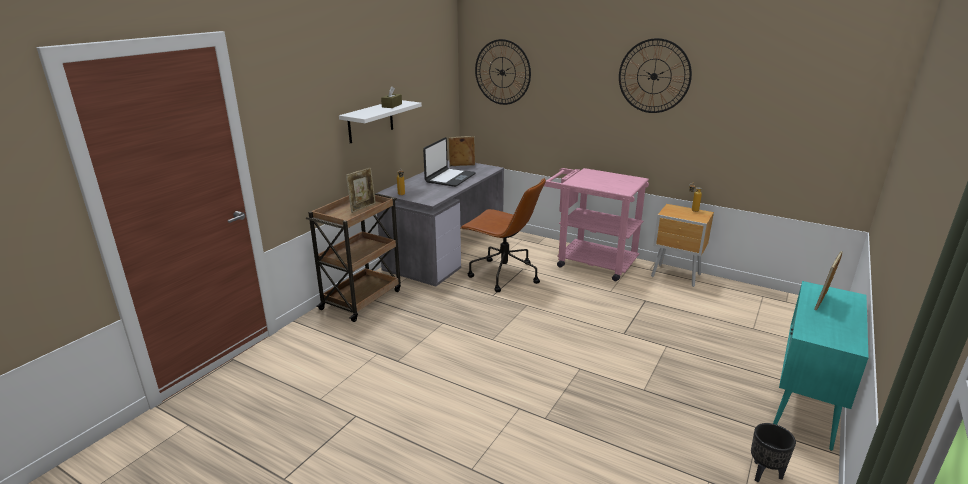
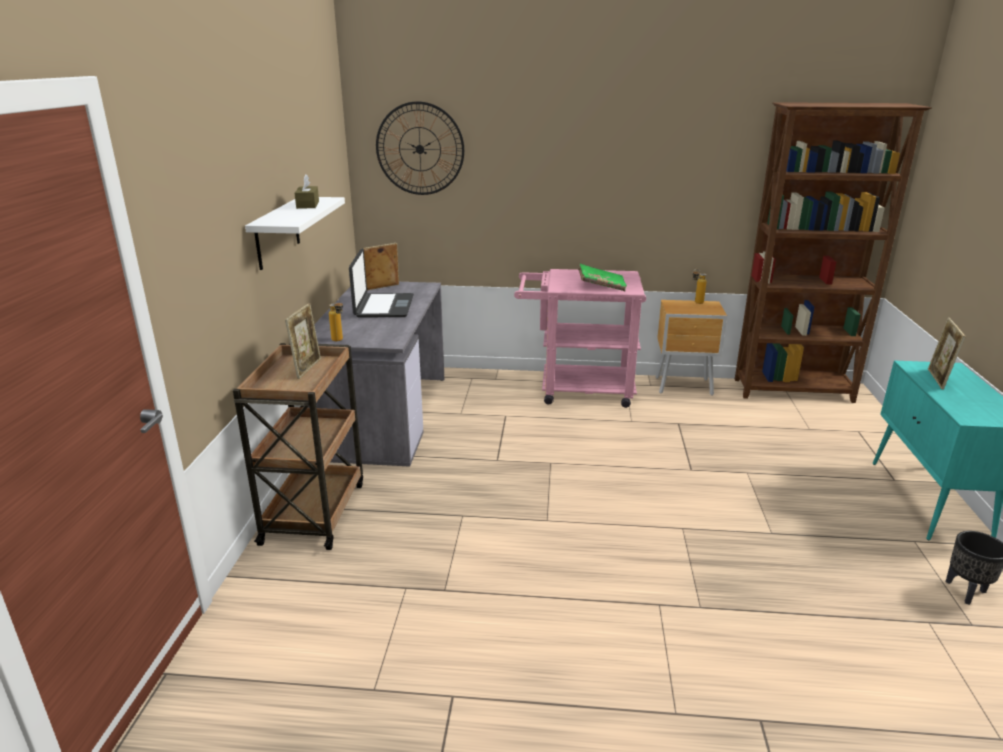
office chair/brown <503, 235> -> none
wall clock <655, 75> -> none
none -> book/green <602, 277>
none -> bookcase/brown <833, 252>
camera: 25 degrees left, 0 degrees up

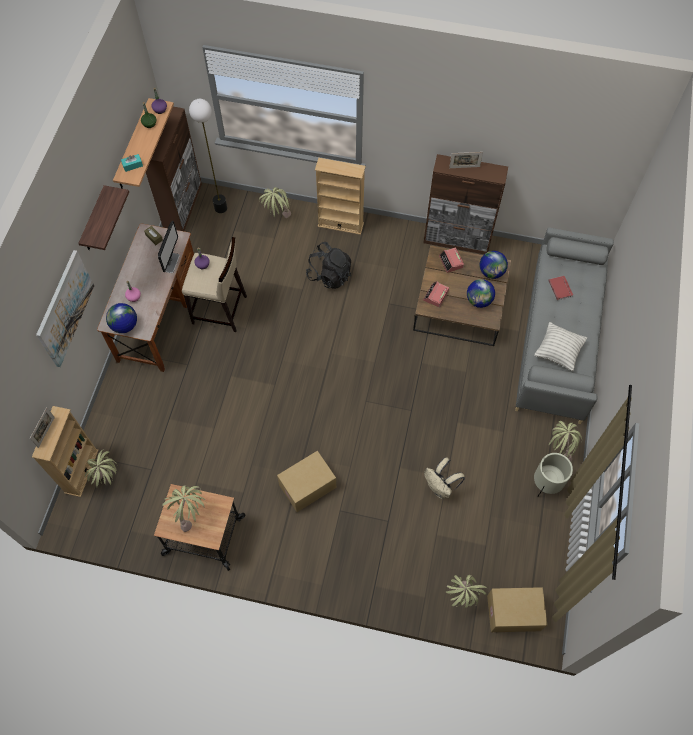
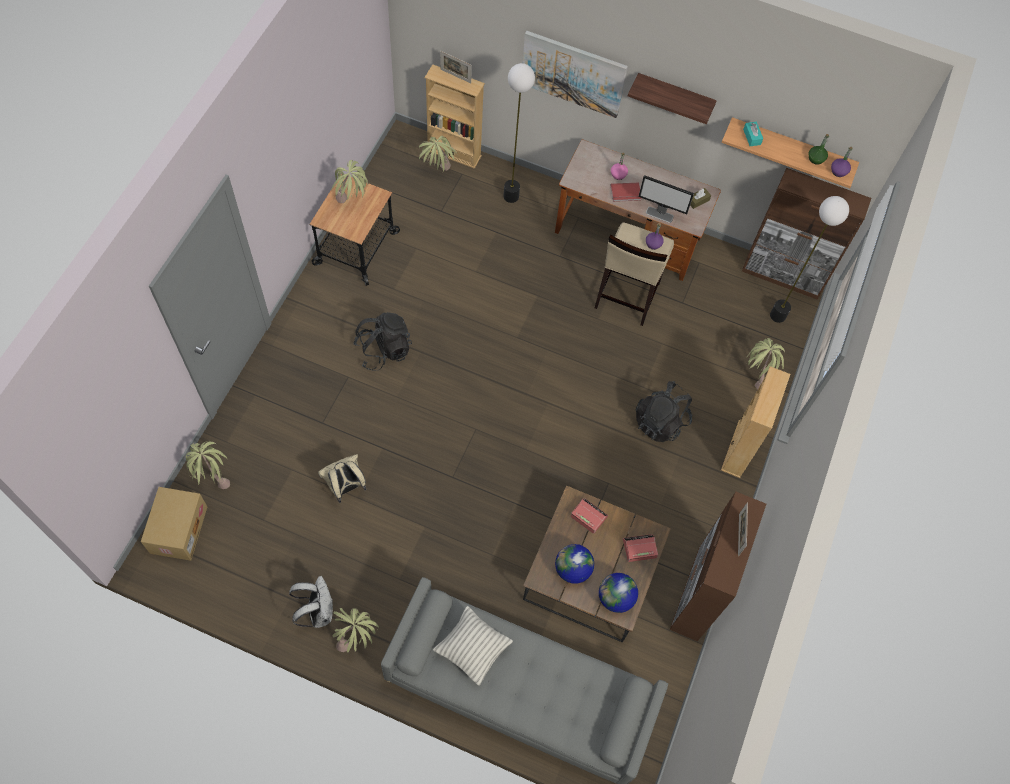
globe <121, 318> -> none
cardboard box <306, 481> -> backpack/black <383, 341>
planter/beige <553, 475> -> backpack/white <311, 602>
book/red <560, 288> -> book/red <626, 192>, moved
none -> floor lamp <519, 133>
camera: 95 degrees right, 0 degrees up

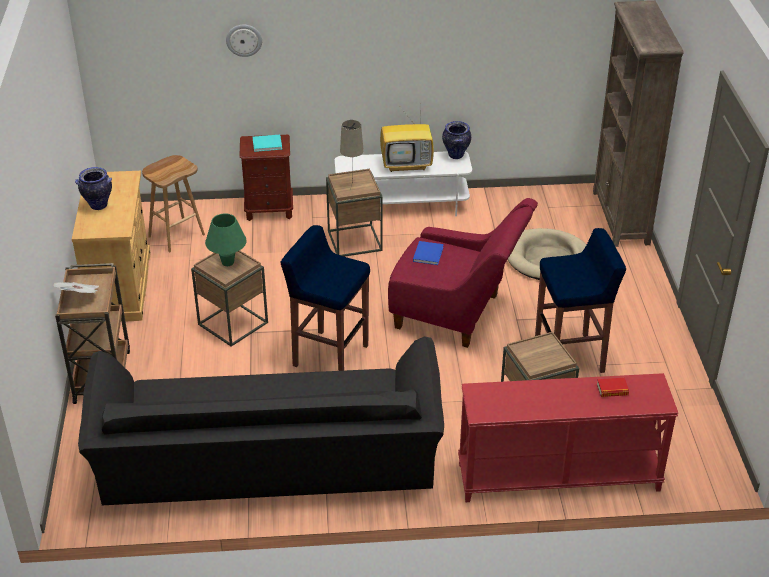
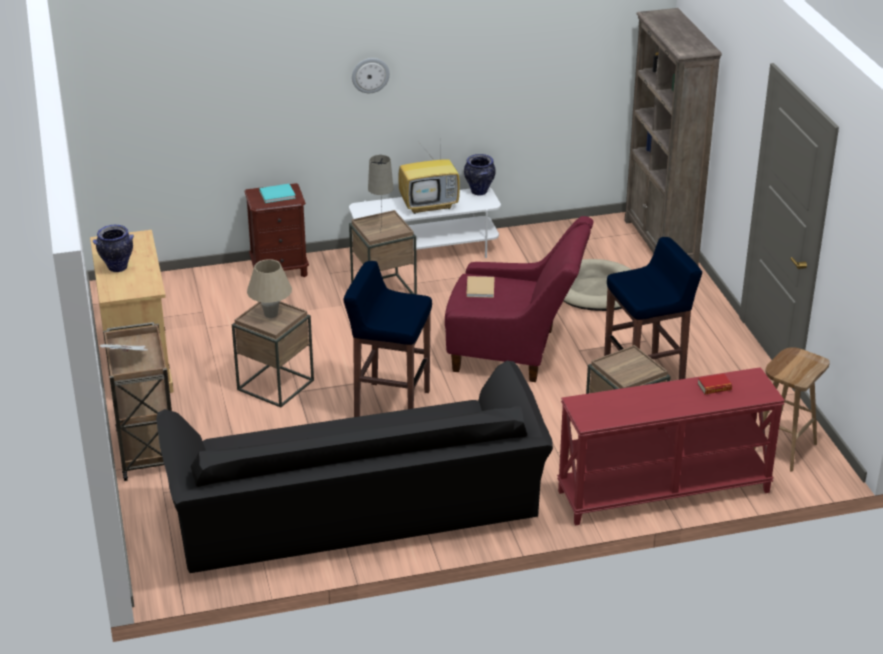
stool/brown <173, 203> -> stool/brown <791, 409>, moved
table lamp/green <226, 239> -> table lamp/beige <269, 288>
wall clock <244, 41> -> wall clock <371, 75>, moved
book/blue <428, 253> -> book/beige <480, 287>
camera: 10 degrees left, 5 degrees down

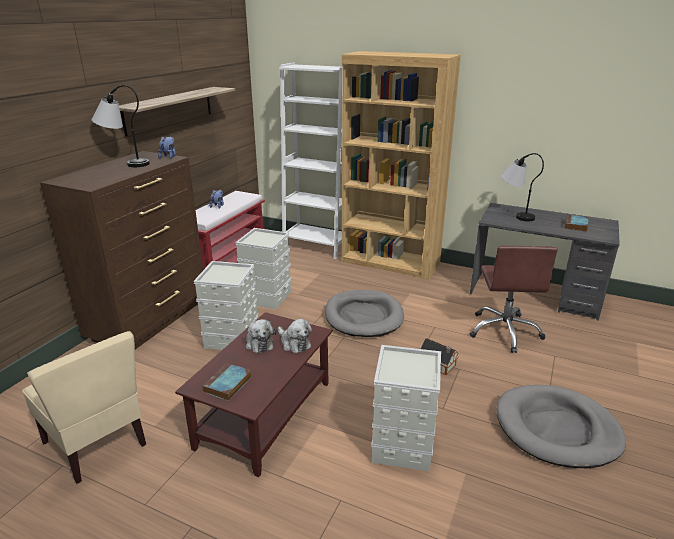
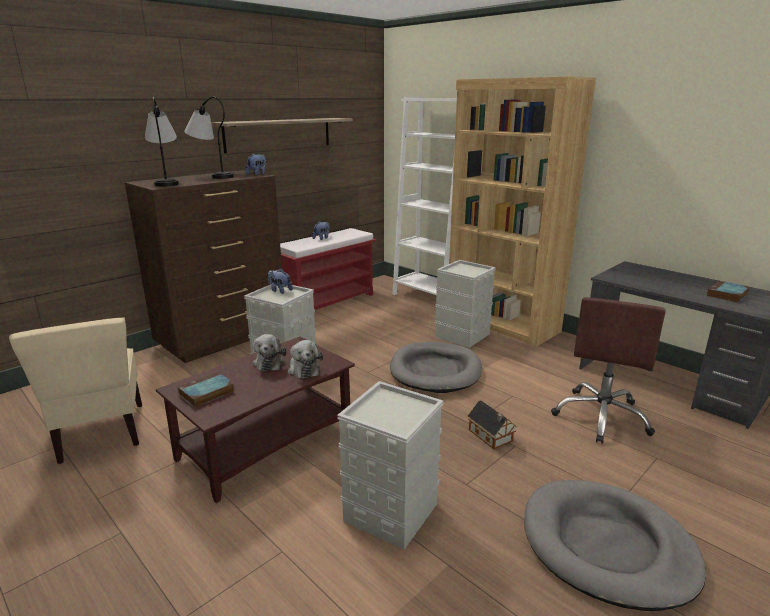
storage box/grey <263, 268> -> storage box/grey <465, 304>, moved
table lamp <522, 187> -> table lamp <162, 142>, moved
none -> plush toy <280, 281>
camera: 20 degrees right, 5 degrees down

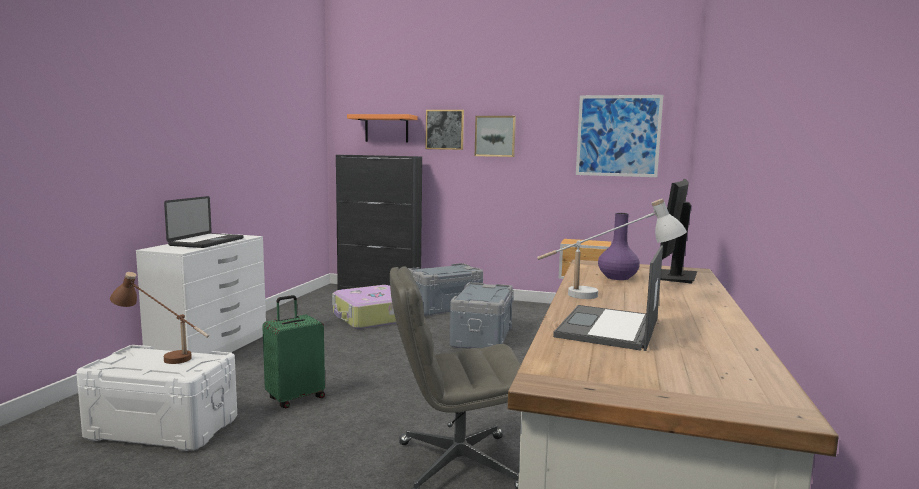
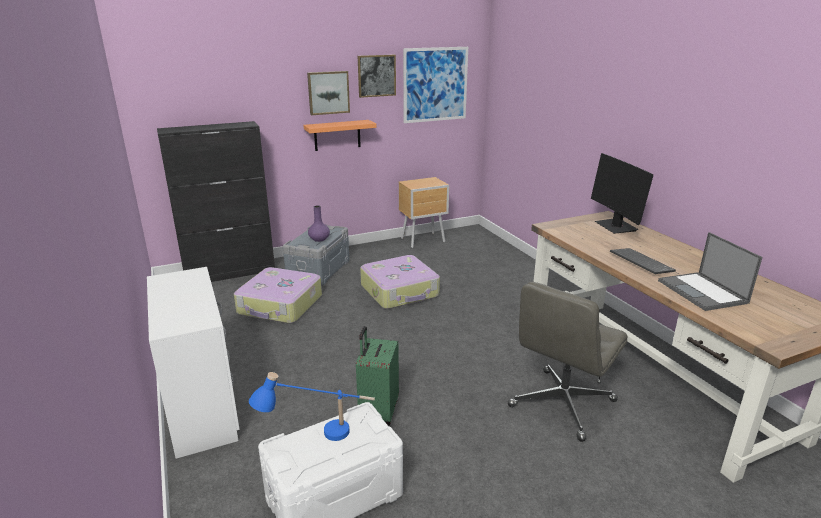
table lamp/brown <159, 318> -> table lamp/blue <312, 406>
laptop <203, 222> -> none
shelf/orange <382, 128> -> shelf/orange <339, 135>, moved
picture <445, 130> -> picture <377, 76>, moved
storage box/grey <481, 315> -> suitcase <400, 282>
table lamp/white <612, 249> -> keyboard <643, 261>
vase/purple <619, 246> -> vase/purple <319, 223>, moved
camera: 40 degrees left, 15 degrees up

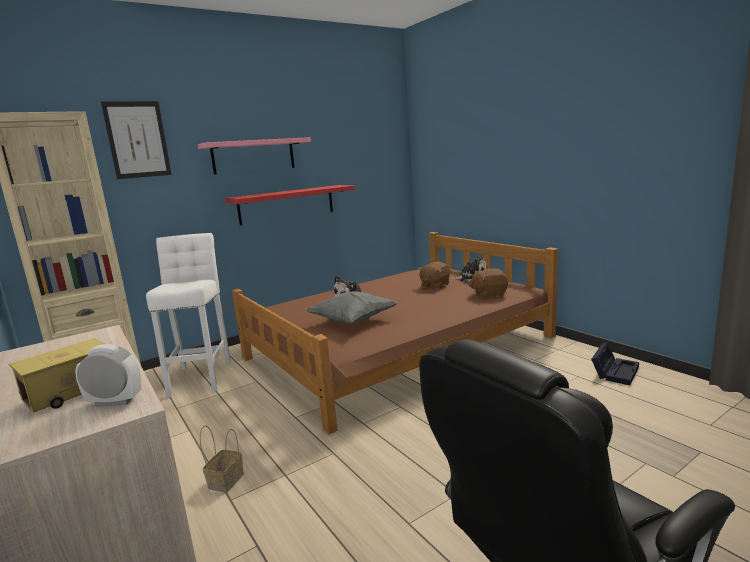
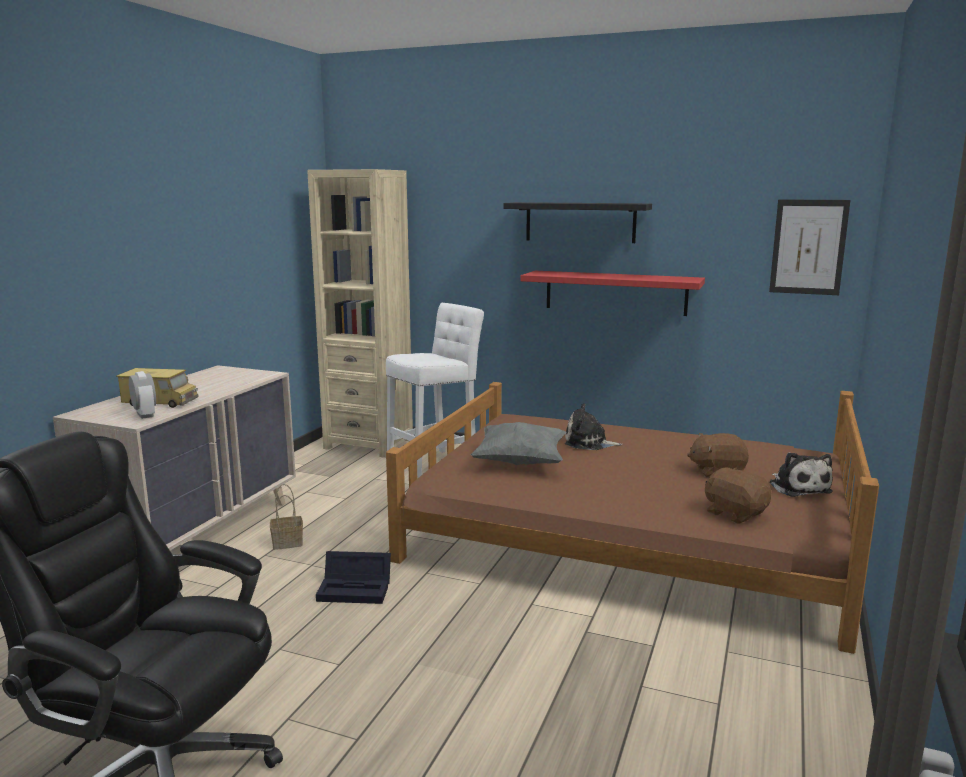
picture <136, 140> -> picture <809, 247>, moved
shelf/pink <254, 156> -> shelf/black <577, 222>
storage box/black <615, 363> -> storage box/black <353, 577>, moved
camera: 55 degrees right, 0 degrees up

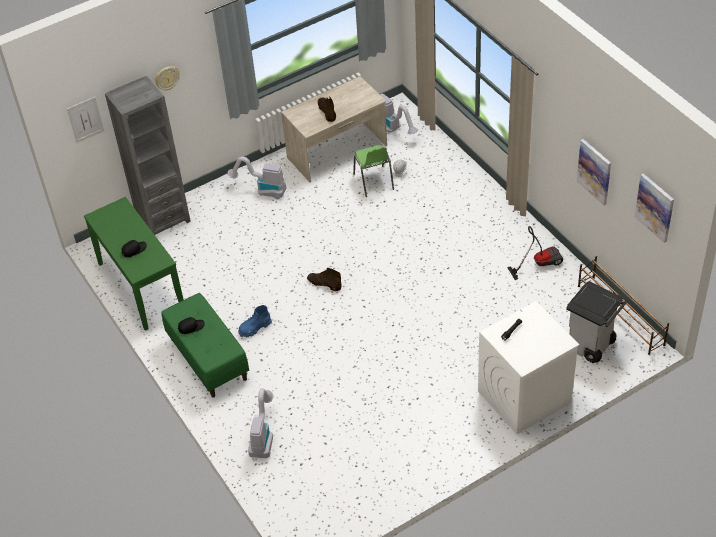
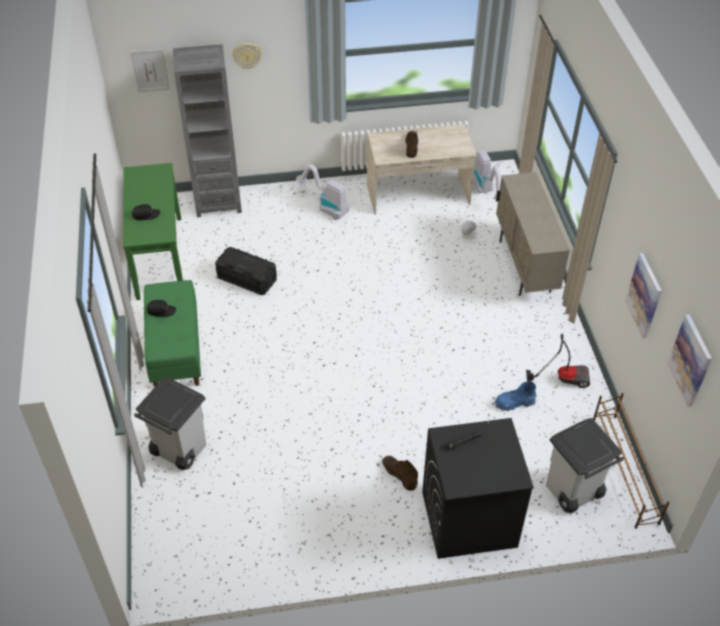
boot/blue <255, 321> -> boot/blue <515, 396>, moved
vacuum cleaner <260, 423> -> trash can/grey <170, 423>
boot/brown <324, 279> -> boot/brown <400, 473>, moved
chair/green <373, 171> -> none
washing machine/white <529, 367> -> washing machine/black <478, 488>
none -> storage box/black <246, 271>
none -> cabinet/beige <533, 234>
camera: 20 degrees right, 0 degrees up

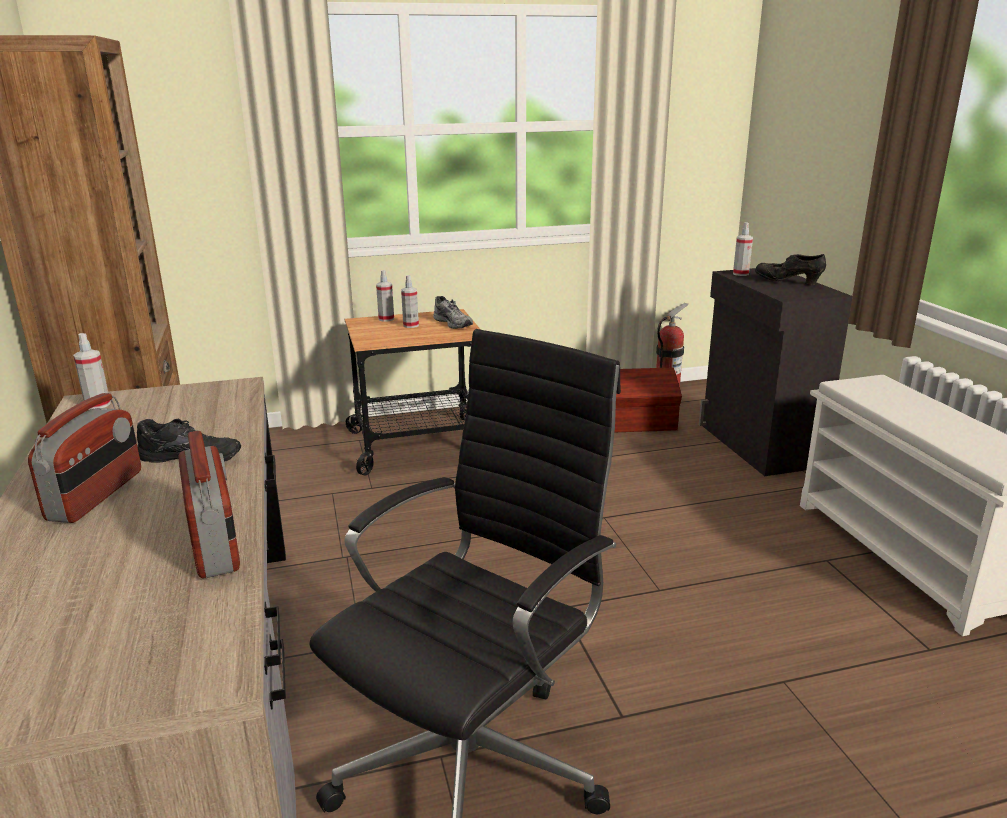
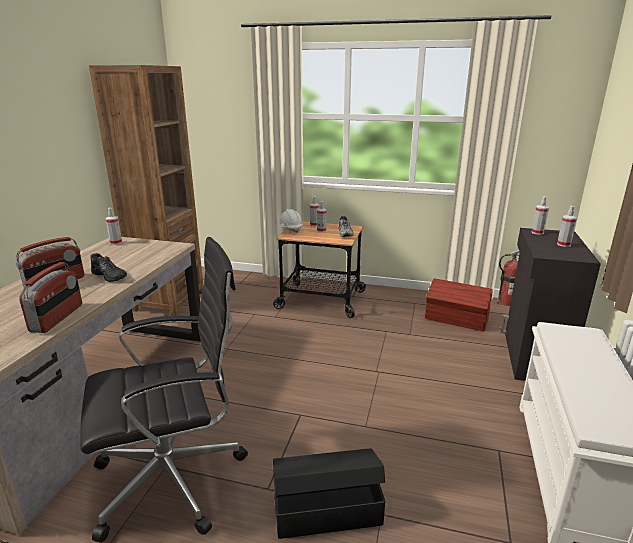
shoe/black <790, 269> -> spray bottle <567, 226>
none -> storage box/black <329, 493>
none -> hard hat/white <290, 221>
camera: 30 degrees right, 0 degrees up

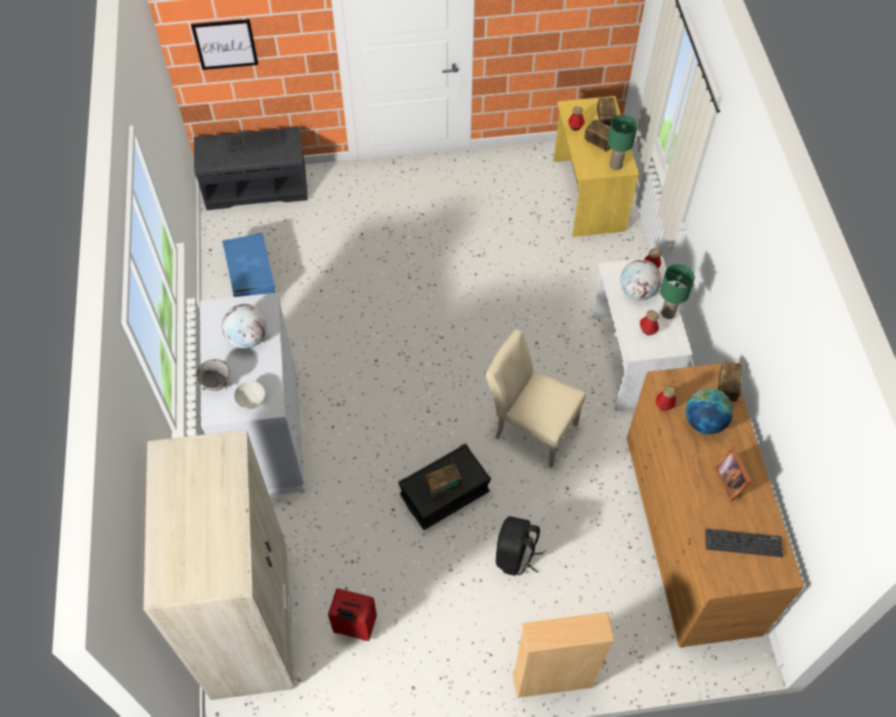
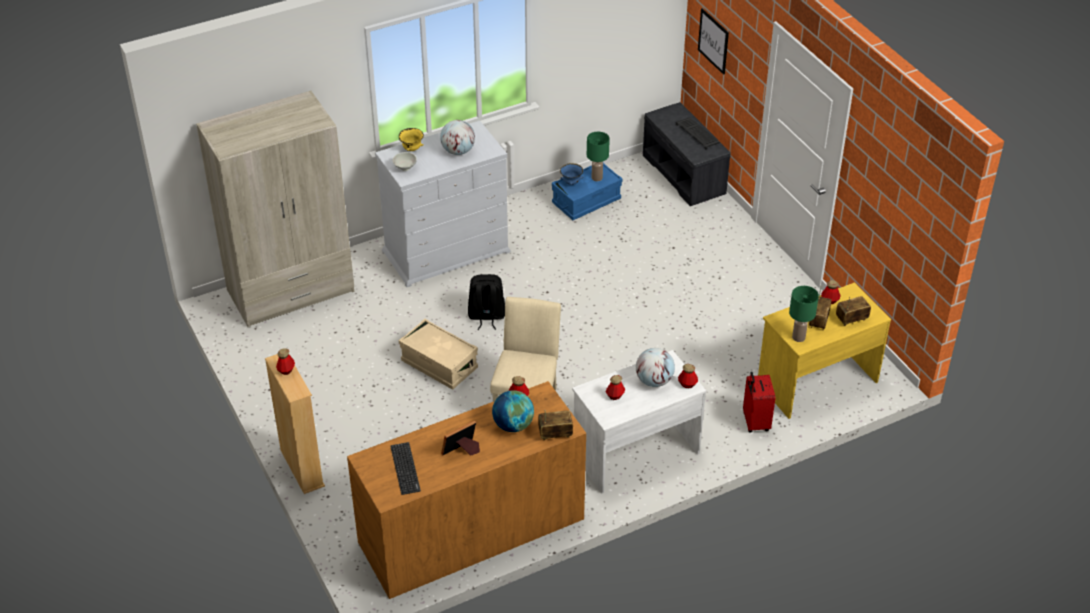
bowl/grey <213, 375> -> bowl/yellow <411, 139>
suitcase/red <352, 614> -> suitcase/red <759, 402>, moved
storage box/black <444, 486> -> storage box/beige <438, 354>
radio <443, 478> -> none
backpack/black <519, 546> -> backpack/black <486, 302>, moved
table lamp/green <677, 291> -> table lamp/green <598, 156>, moved
none -> bottle <285, 361>
none -> bowl/blue <572, 174>
camera: 70 degrees right, 15 degrees down

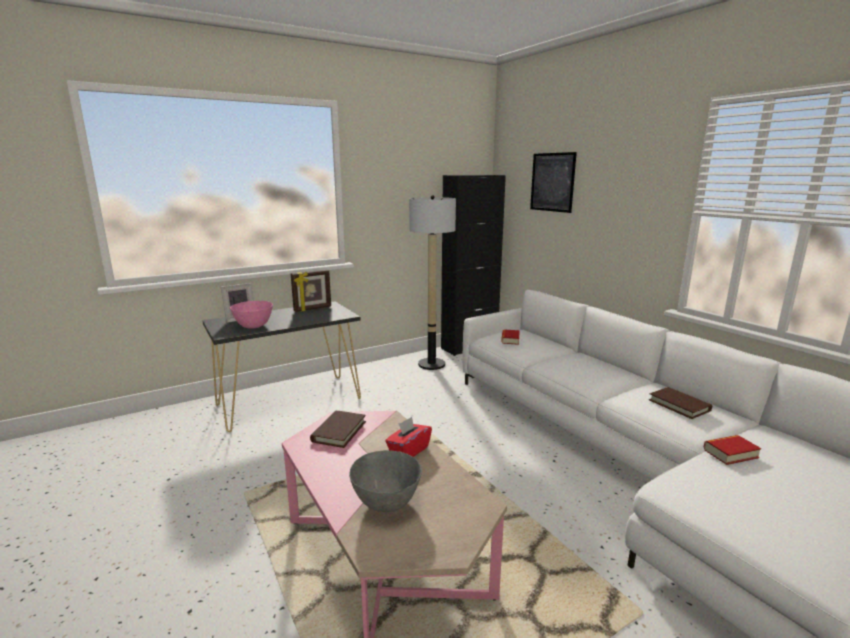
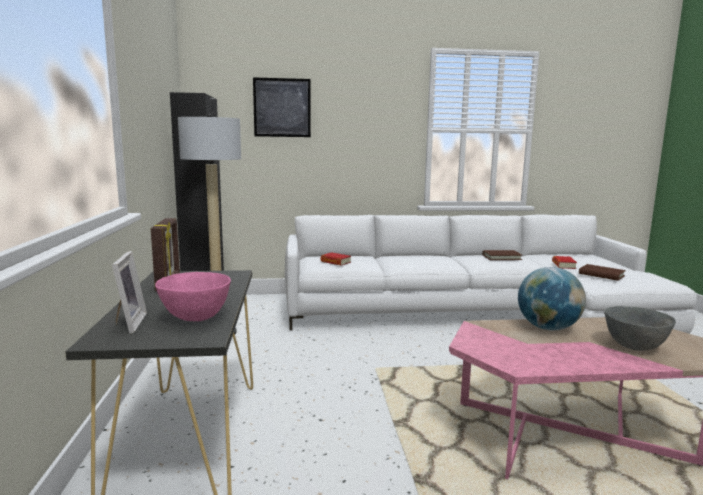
book/brown <338, 429> -> book/brown <602, 272>, moved
tissue box/red <408, 437> -> globe <552, 299>
camera: 65 degrees left, 5 degrees down

